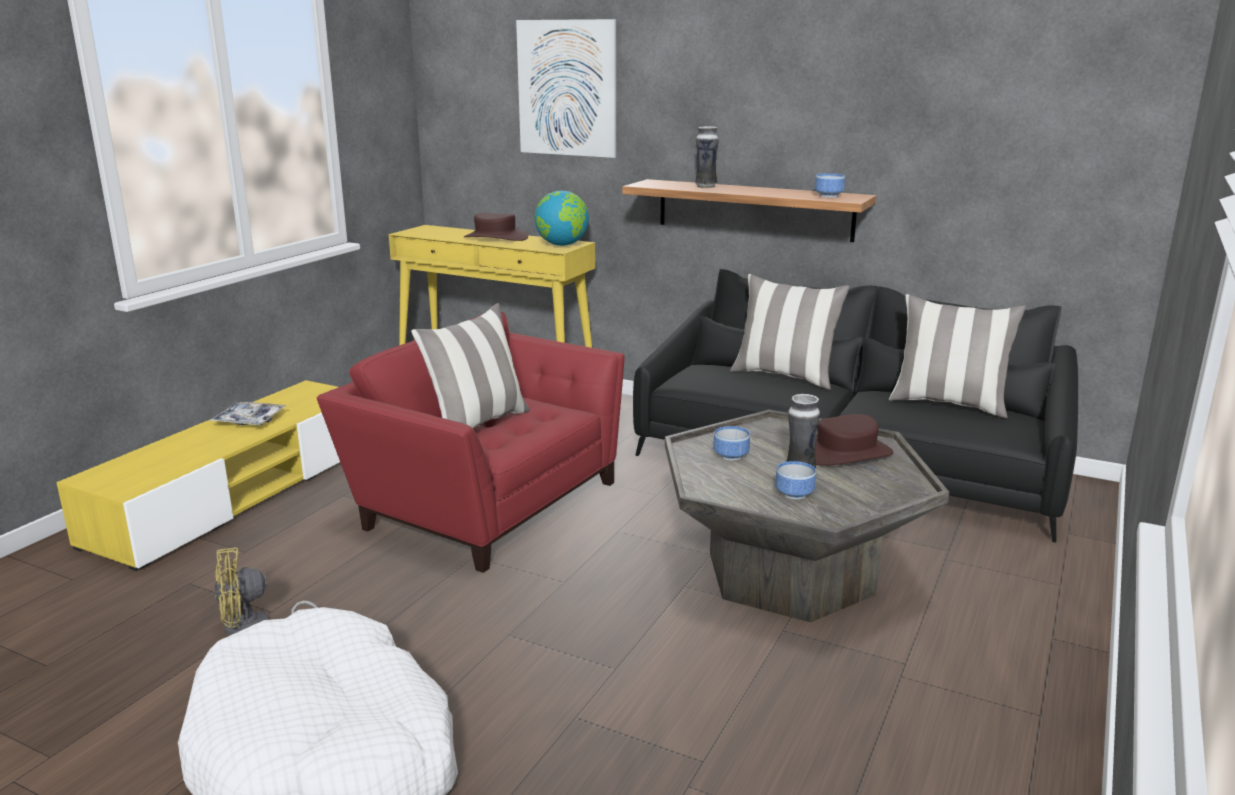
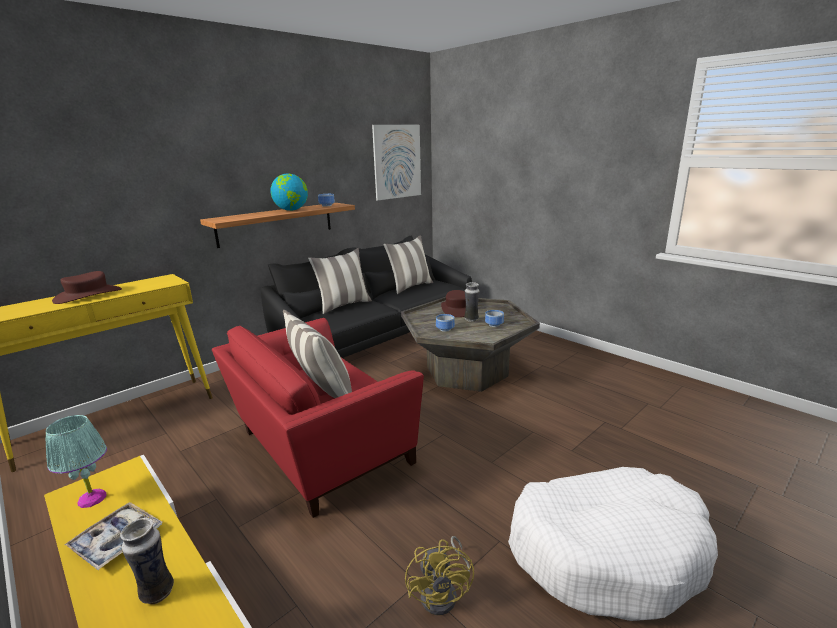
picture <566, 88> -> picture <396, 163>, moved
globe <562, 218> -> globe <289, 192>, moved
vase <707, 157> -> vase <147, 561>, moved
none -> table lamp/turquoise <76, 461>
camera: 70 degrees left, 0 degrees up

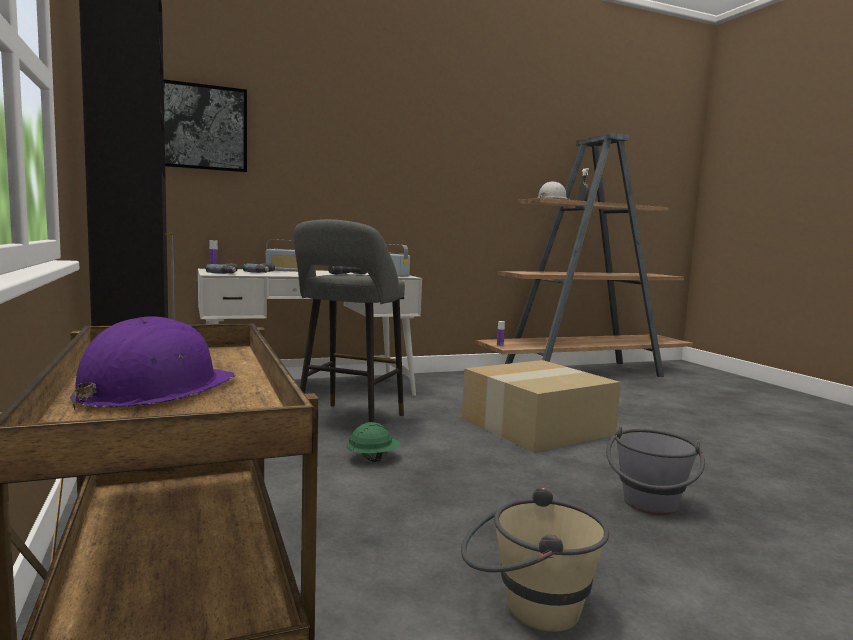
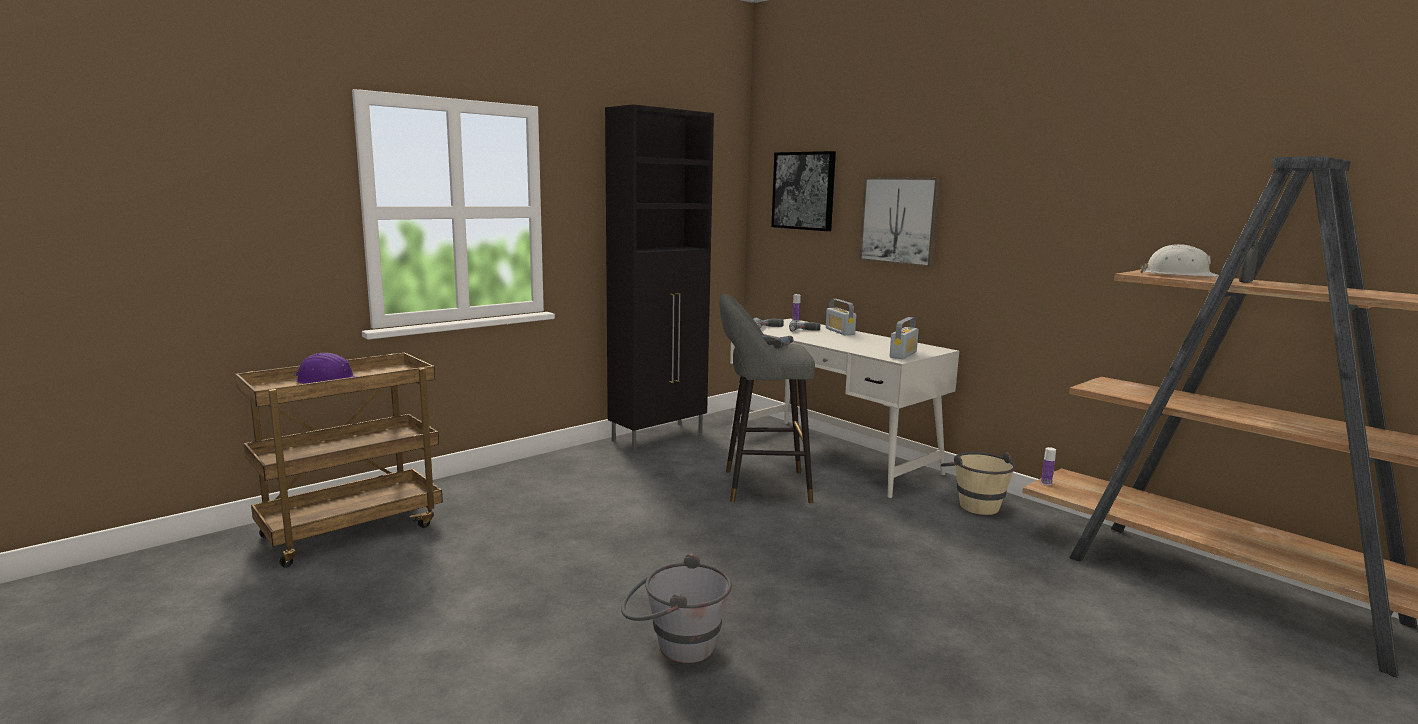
hard hat/green <373, 442> -> none
bucket/beige <535, 559> -> bucket/beige <978, 483>, moved
cardboard box <541, 406> -> none
none -> picture <900, 222>
camera: 70 degrees right, 5 degrees up

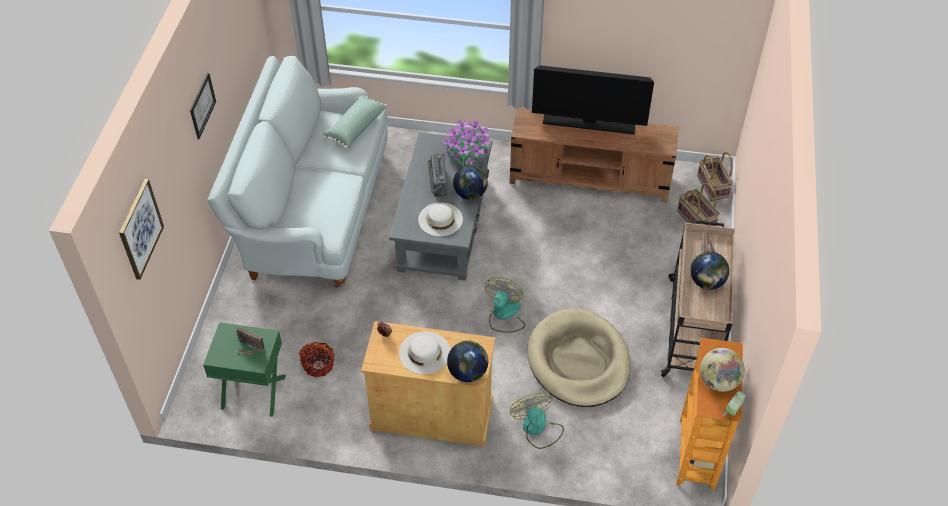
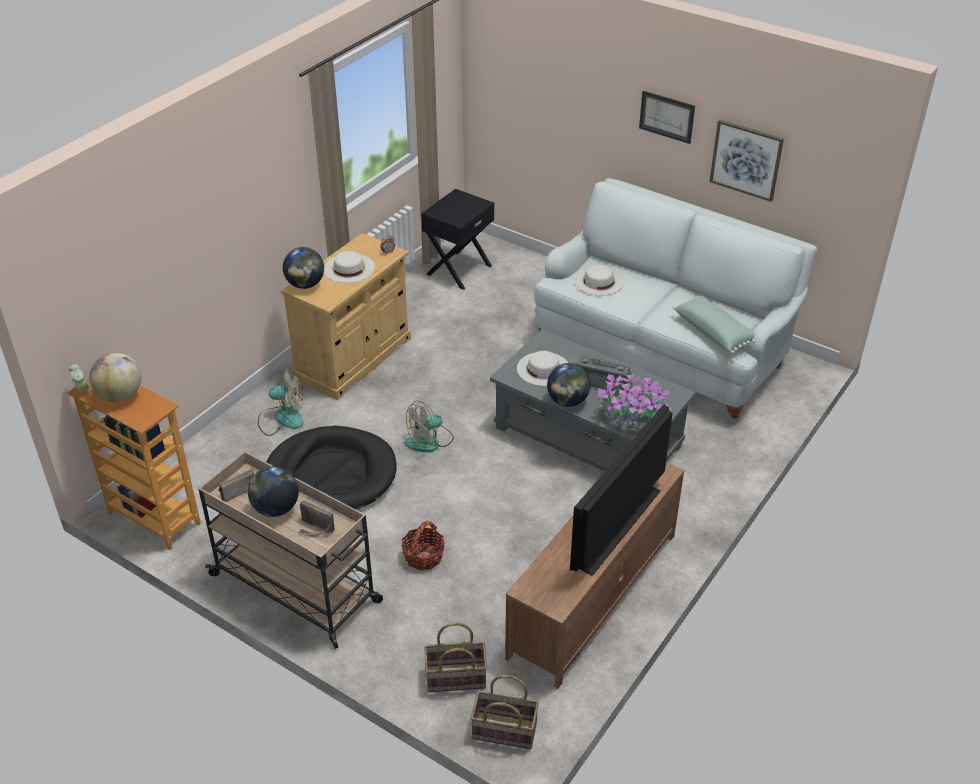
picture <141, 229> -> picture <746, 161>, moved
nightstand/green <244, 369> -> nightstand/black <457, 239>
radio <250, 341> -> radio <236, 485>, moved
basket <317, 359> -> basket <423, 545>, moved
fan <504, 305> -> fan <429, 426>, 105 degrees clockwise
dog bed/beige <579, 357> -> dog bed/black <331, 468>
none -> hat/white <599, 280>
camera: 115 degrees right, 10 degrees down

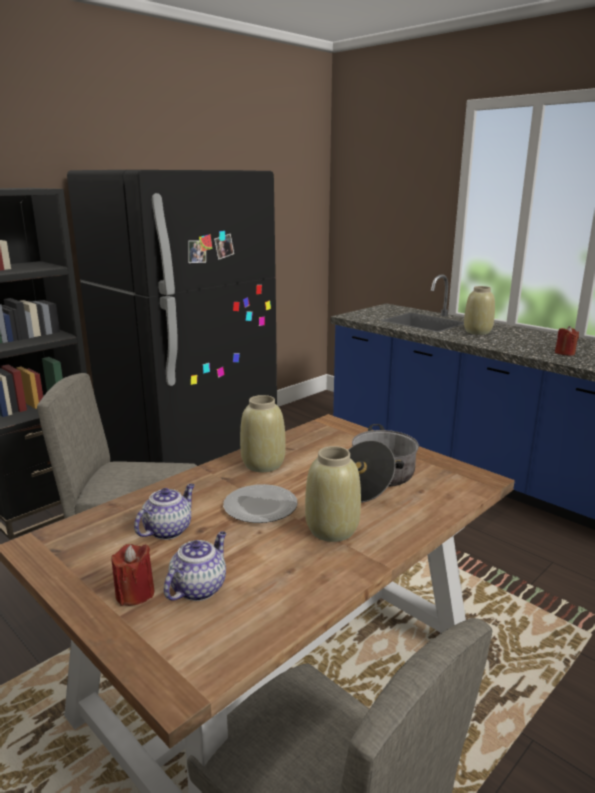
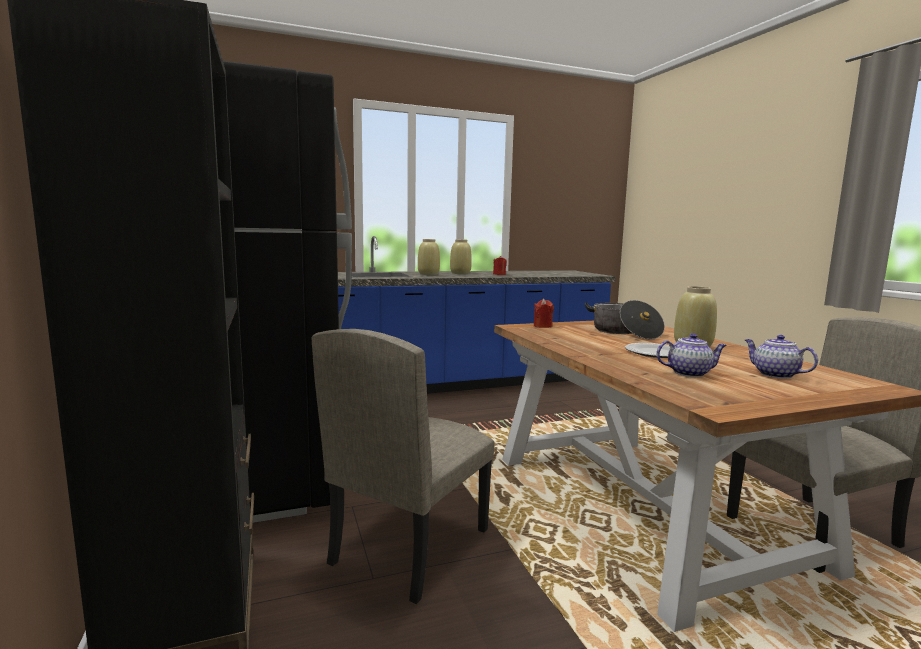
candle/red <132, 575> -> candle/red <544, 313>, moved
teapot <164, 512> -> teapot <691, 355>, 120 degrees clockwise
vase/beige <263, 433> -> vase/beige <461, 256>, moved
camera: 65 degrees left, 10 degrees down

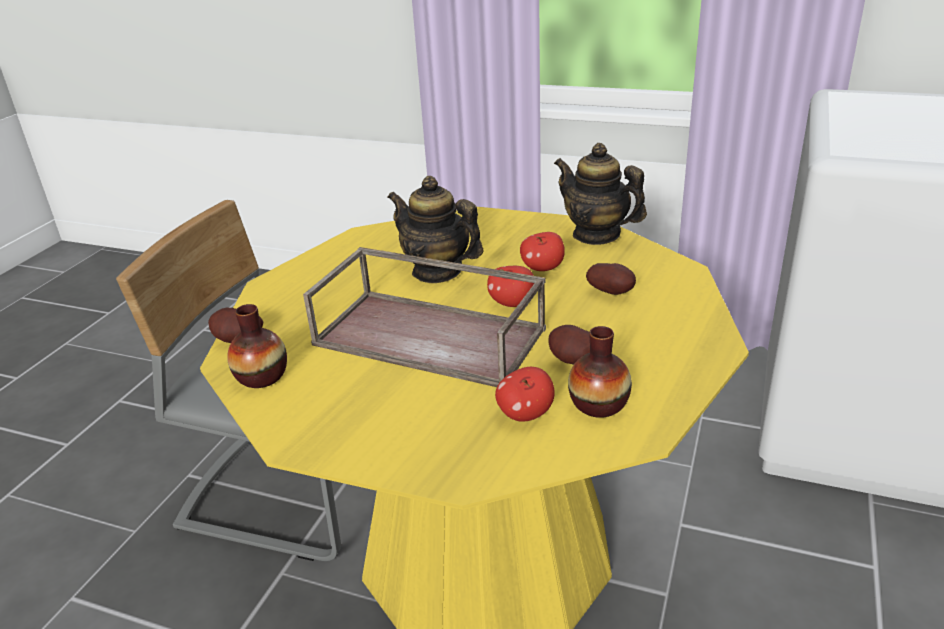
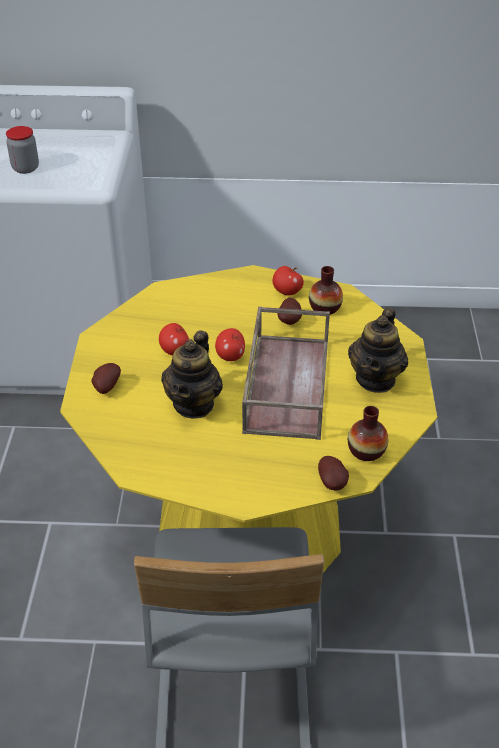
apple <525, 394> -> apple <288, 281>, moved
teapot <600, 194> -> teapot <378, 350>, moved
potato <611, 279> -> potato <106, 378>, moved
none -> jar <22, 150>
camera: 110 degrees left, 10 degrees up

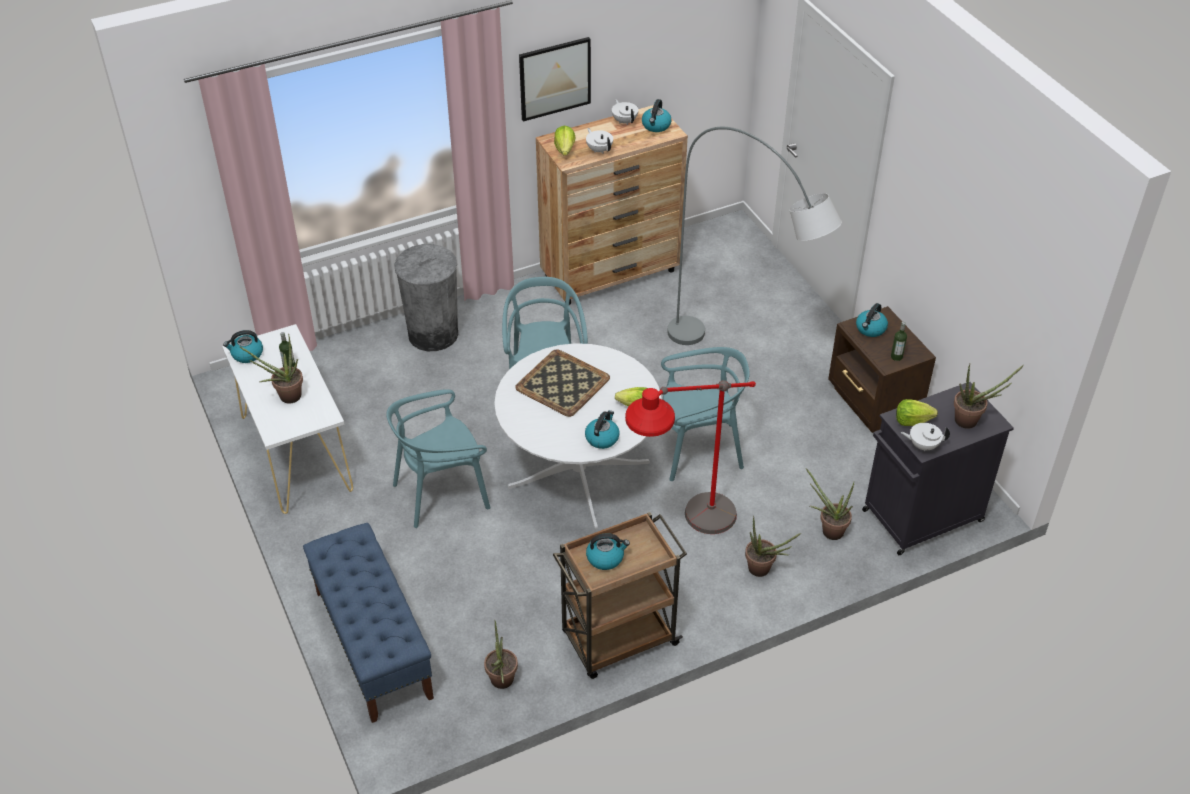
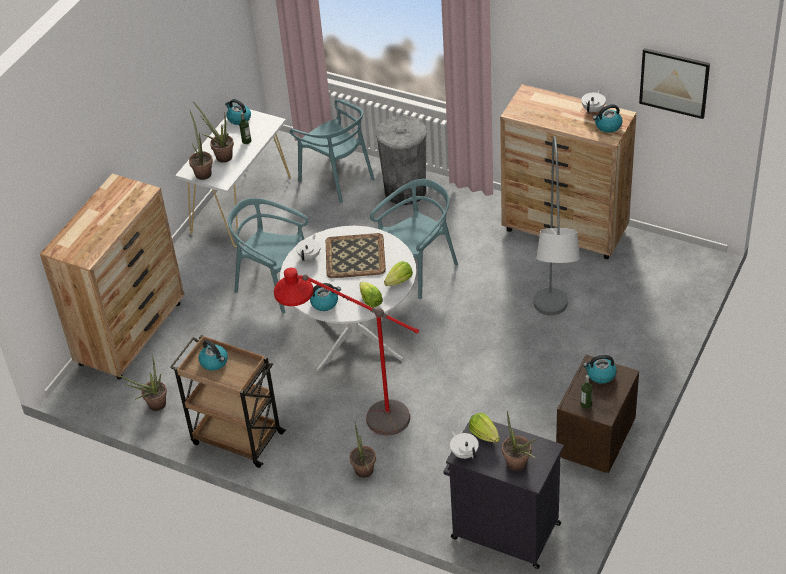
bench/blue <368, 623> -> dresser/brown <112, 277>
picture <555, 79> -> picture <674, 83>, moved
lettuce <564, 141> -> lettuce <398, 273>, moved
teapot/white <599, 140> -> teapot/white <308, 247>, moved
chair/turquoise <705, 414> -> chair/turquoise <332, 151>, moved
potted plant <830, 504> -> potted plant <201, 145>, moved
camera: 55 degrees right, 0 degrees up

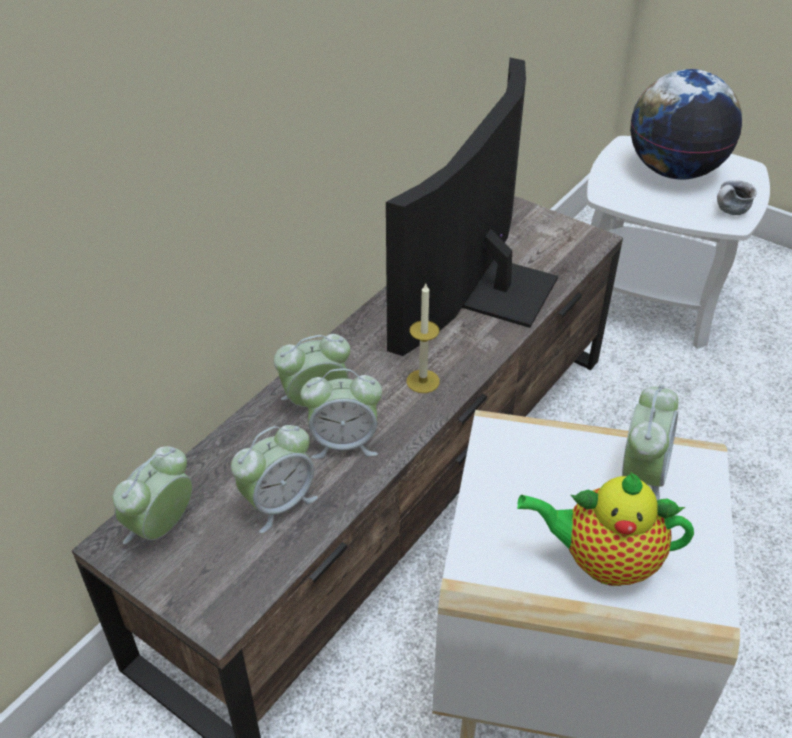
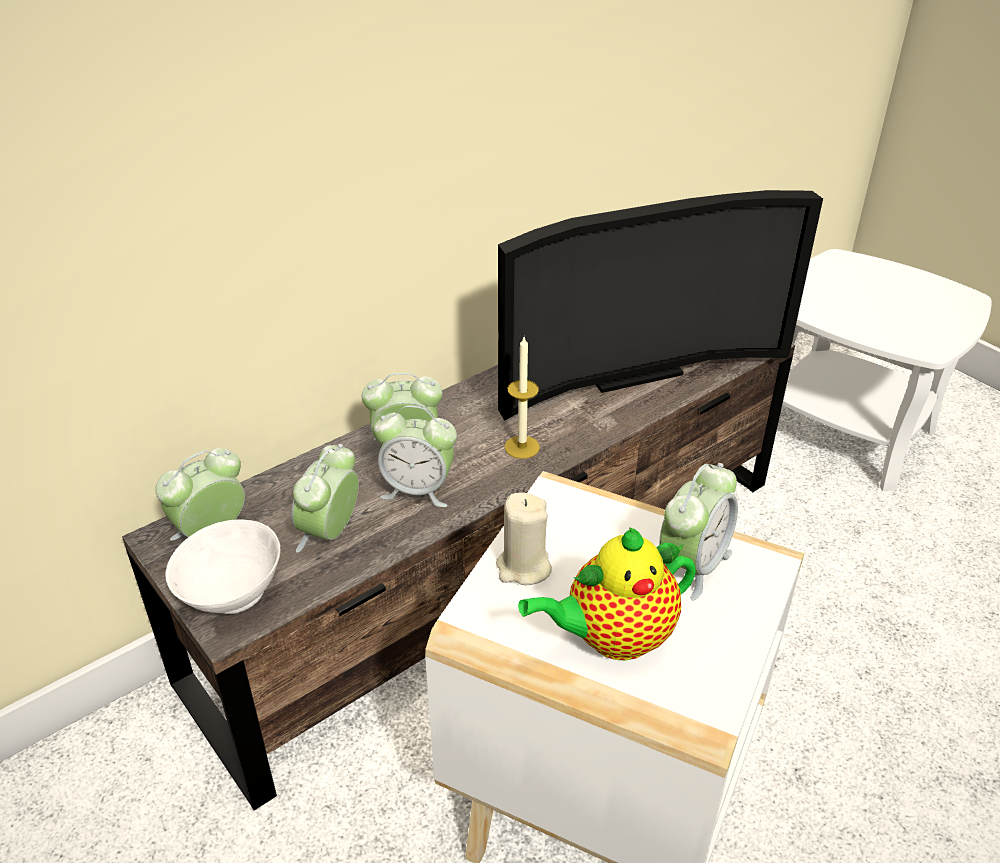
alarm clock <274, 479> -> alarm clock <325, 498>, 135 degrees clockwise
television <472, 207> -> television <660, 305>, 150 degrees counterclockwise
teapot <605, 529> -> teapot <607, 594>, 45 degrees counterclockwise
globe <686, 124> -> none
mug <737, 197> -> none
none -> bowl/white <223, 566>
none -> candle/beige <524, 539>
camera: 15 degrees right, 5 degrees down

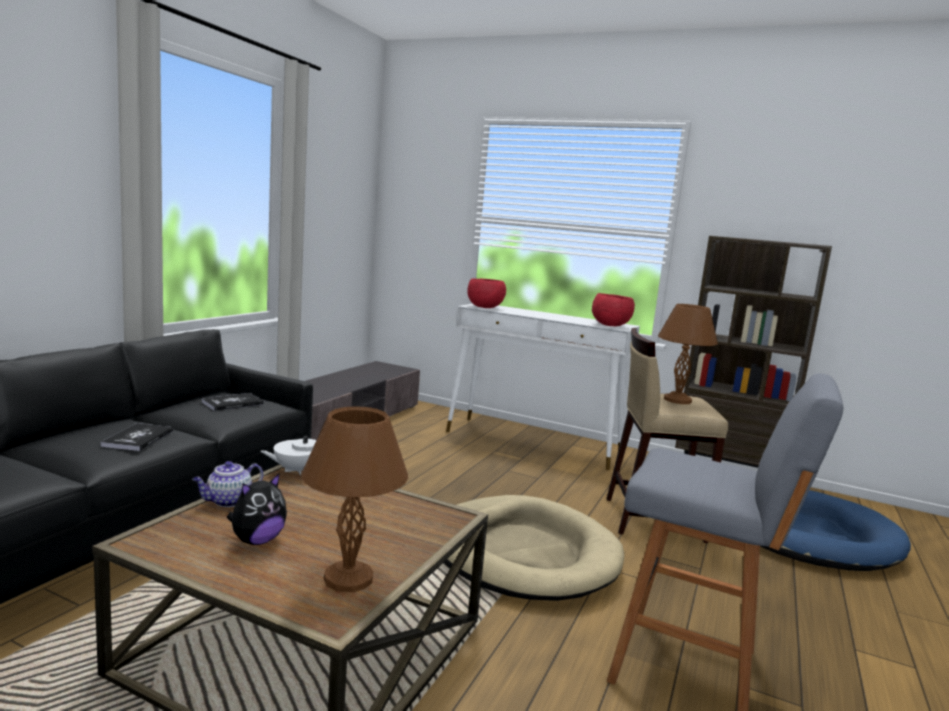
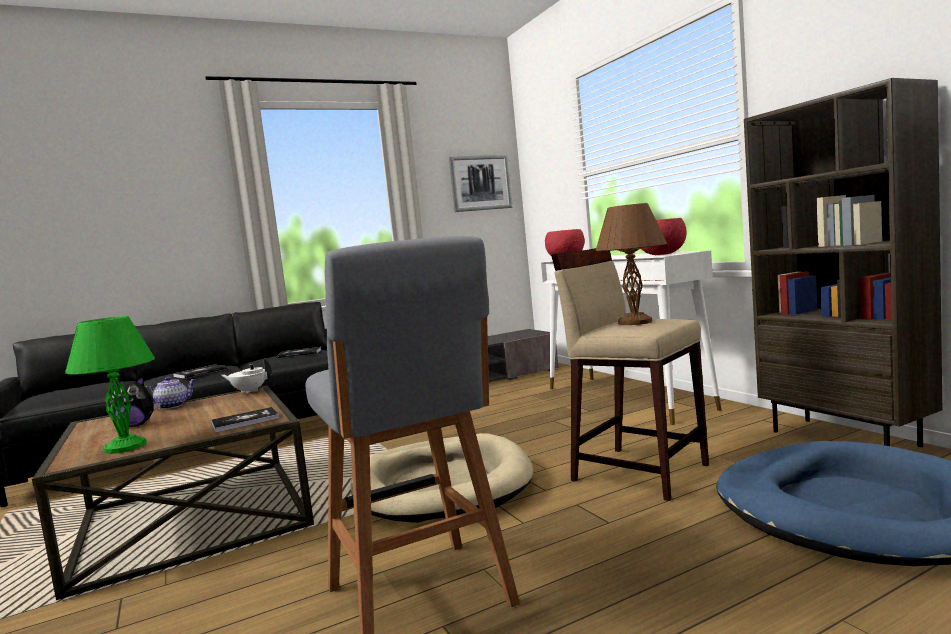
teapot <227, 484> -> teapot <171, 392>, 150 degrees clockwise
table lamp/brown <354, 499> -> table lamp/green <110, 385>
none -> book <245, 420>
none -> picture <481, 183>
camera: 40 degrees right, 5 degrees down

